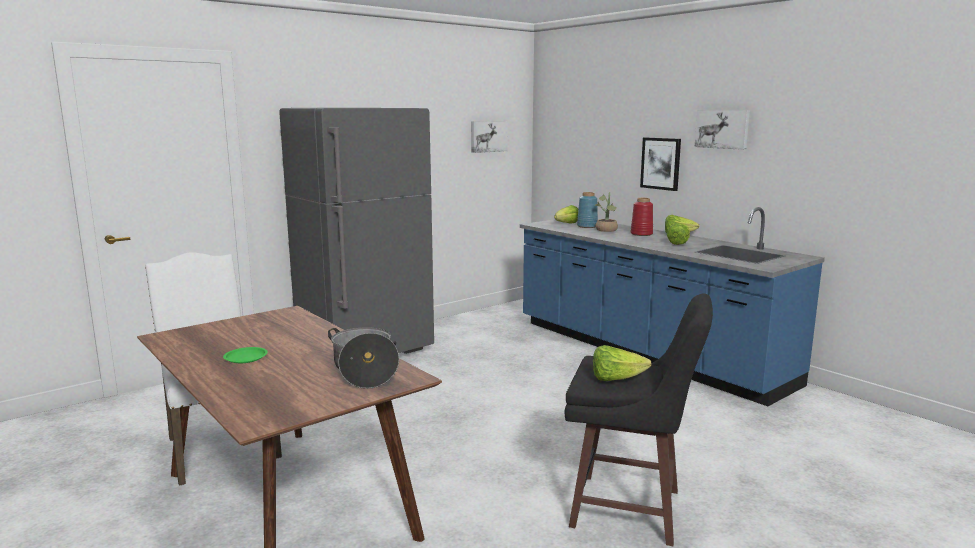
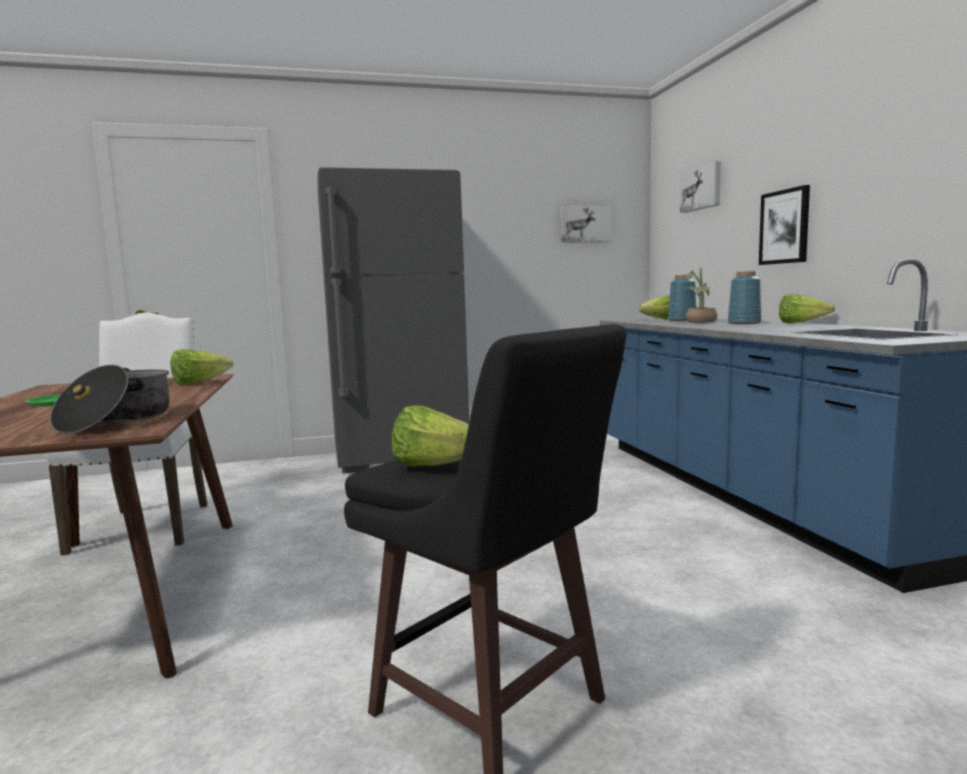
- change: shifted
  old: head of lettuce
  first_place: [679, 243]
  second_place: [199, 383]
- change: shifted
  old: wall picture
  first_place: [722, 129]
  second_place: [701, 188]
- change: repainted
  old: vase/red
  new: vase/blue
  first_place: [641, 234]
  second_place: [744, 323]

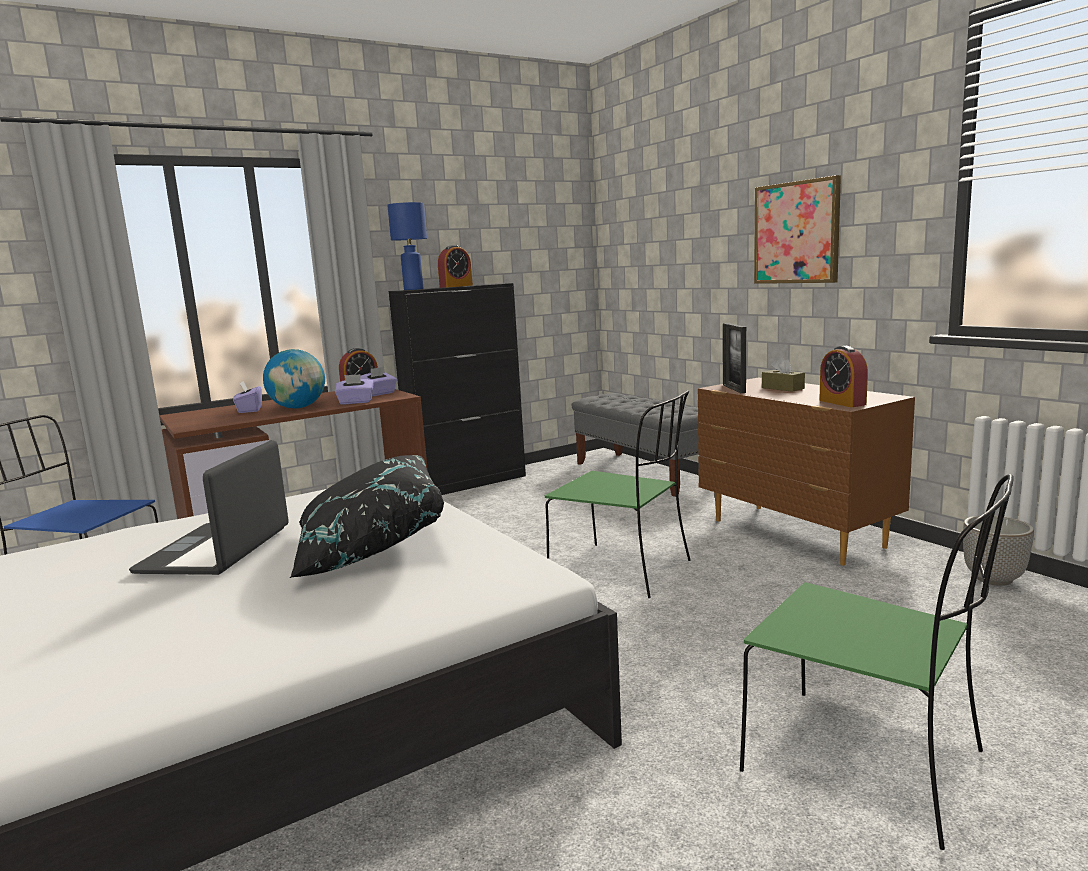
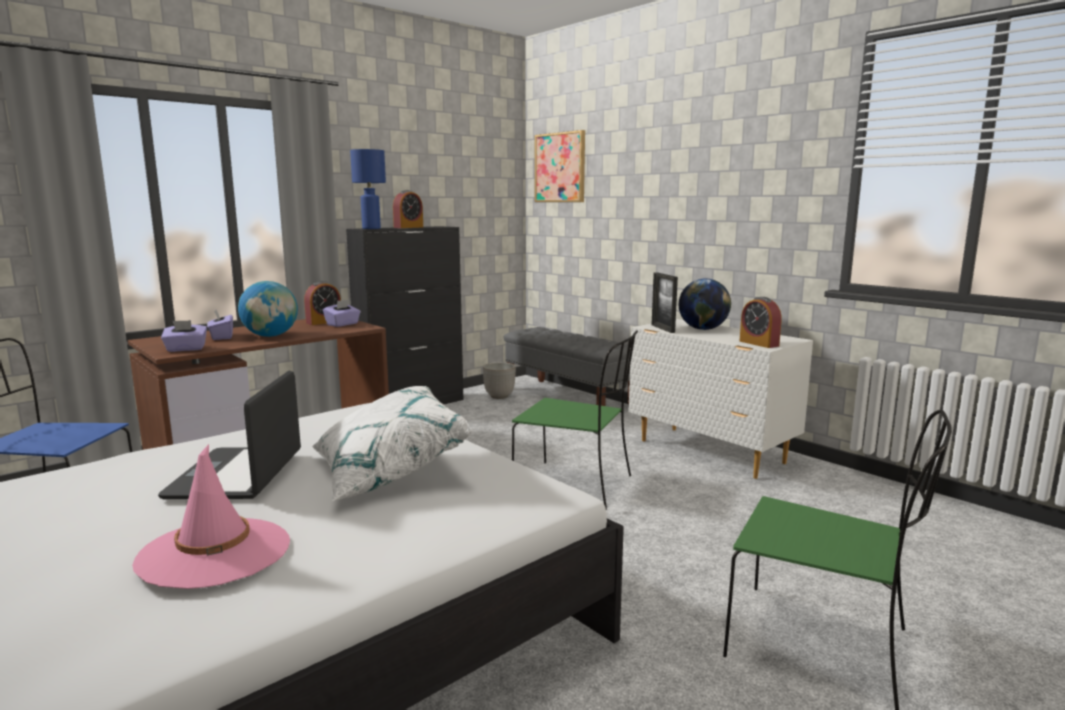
- change: new
  new: wearable hat/pink-coloured
  second_place: [215, 552]
- change: shifted
  old: tissue box/purple-coloured
  first_place: [356, 402]
  second_place: [186, 349]
- change: repainted
  old: throw pillow/black
  new: throw pillow/white
  first_place: [368, 548]
  second_place: [387, 471]
- change: shifted
  old: flower pot
  first_place: [994, 579]
  second_place: [499, 396]
- change: shifted
  old: wall picture
  first_place: [797, 233]
  second_place: [560, 167]
- change: repainted
  old: drawer chest/brown-coloured
  new: drawer chest/white
  first_place: [796, 534]
  second_place: [711, 452]
- change: swapped
  old: tissue box/brown-coloured
  new: globe
  first_place: [782, 388]
  second_place: [703, 329]

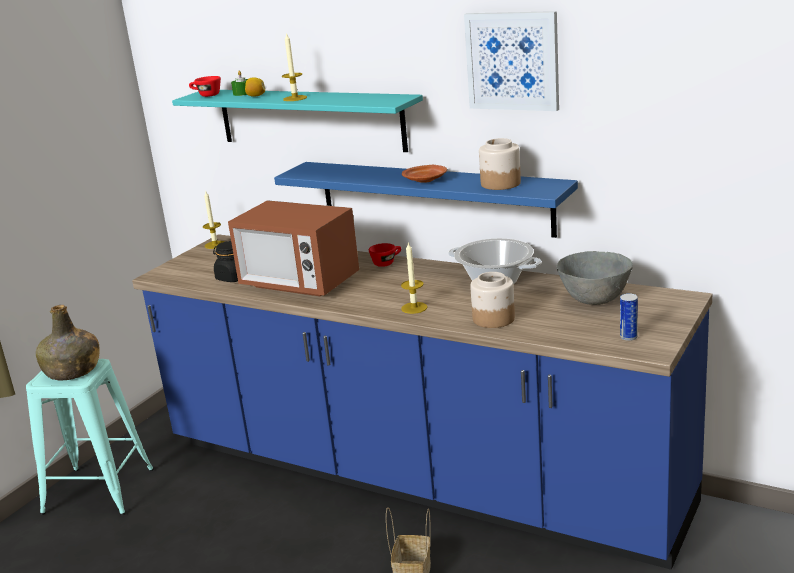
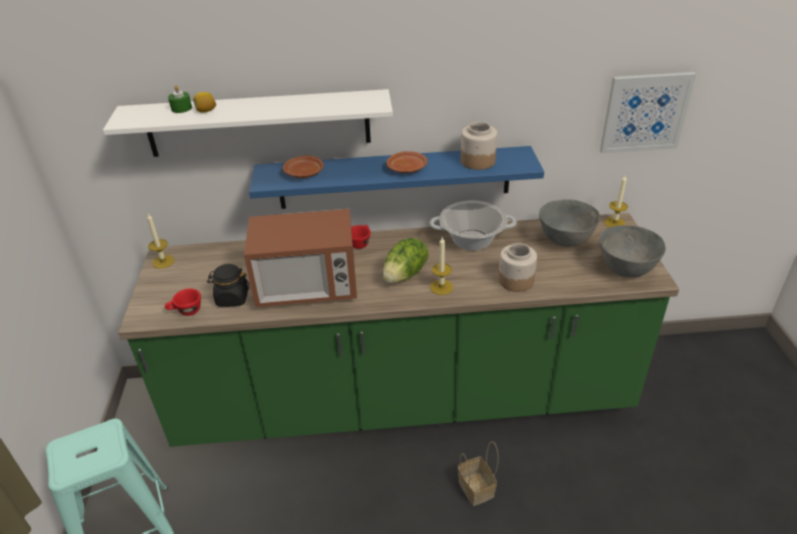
- change: repainted
  old: wall shelf/turquoise-coloured
  new: wall shelf/white
  first_place: [309, 119]
  second_place: [258, 123]
- change: repainted
  old: kitchen base unit/blue
  new: kitchen base unit/green-coloured
  first_place: [415, 477]
  second_place: [403, 401]
- change: shifted
  old: small cup/red
  first_place: [206, 95]
  second_place: [186, 311]
- change: new
  new: dinner plate/brown-coloured
  second_place: [304, 173]
- change: new
  new: head of lettuce
  second_place: [406, 274]
- change: swapped
  old: can
  new: serving bowl/grey
  first_place: [628, 337]
  second_place: [626, 270]
- change: shifted
  old: wall picture
  first_place: [512, 61]
  second_place: [644, 112]
- change: shifted
  old: wax light
  first_place: [295, 98]
  second_place: [614, 223]
- change: gone
  old: bottle/green-coloured
  first_place: [73, 371]

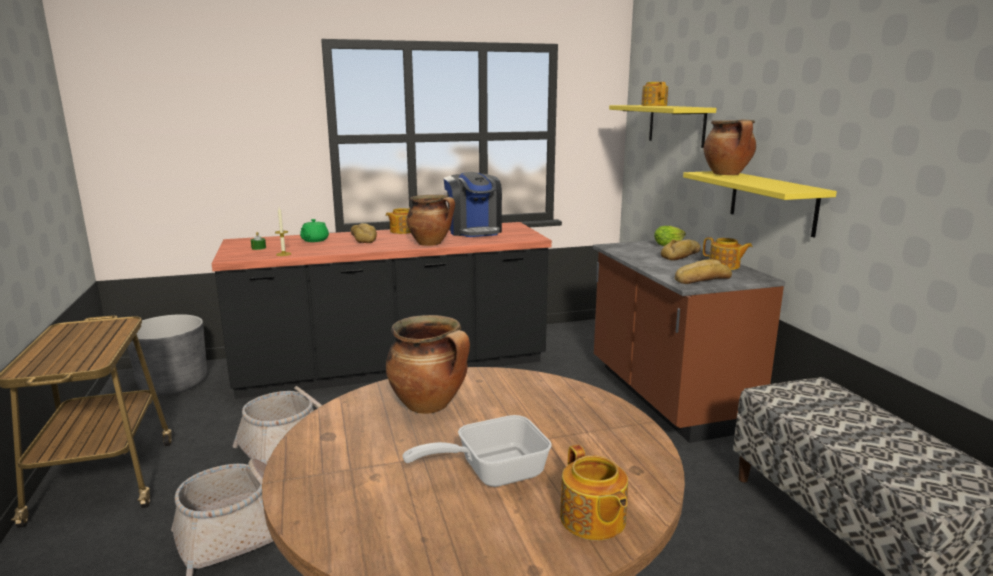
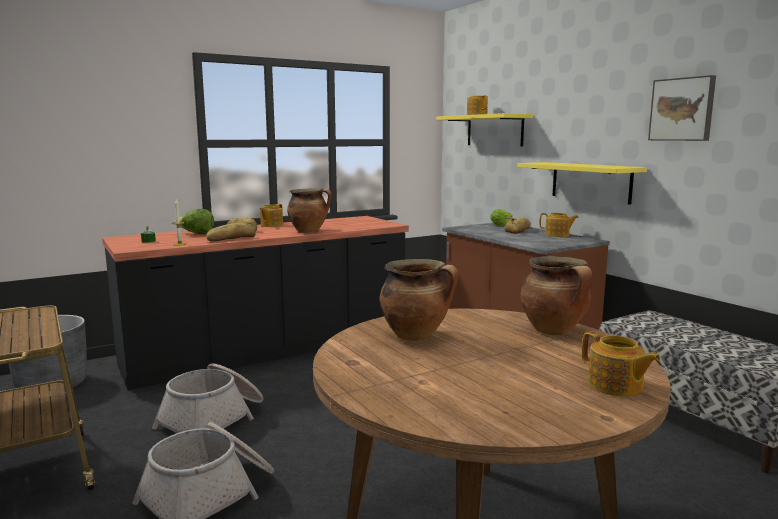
- change: swapped
  old: tea pot/green-coloured
  new: head of lettuce
  first_place: [314, 240]
  second_place: [197, 234]
- change: shifted
  old: bakery bread
  first_place: [701, 279]
  second_place: [230, 239]
- change: shifted
  old: saucepot
  first_place: [727, 174]
  second_place: [554, 331]
- change: new
  new: wall picture
  second_place: [682, 109]
- change: gone
  old: skillet
  first_place: [491, 472]
- change: gone
  old: coffee maker
  first_place: [474, 231]

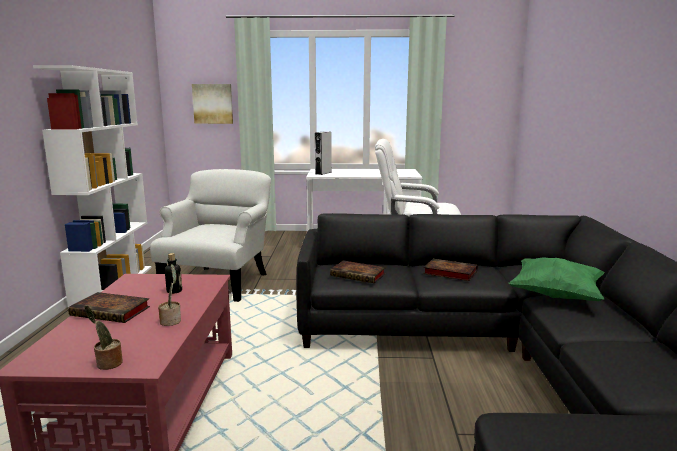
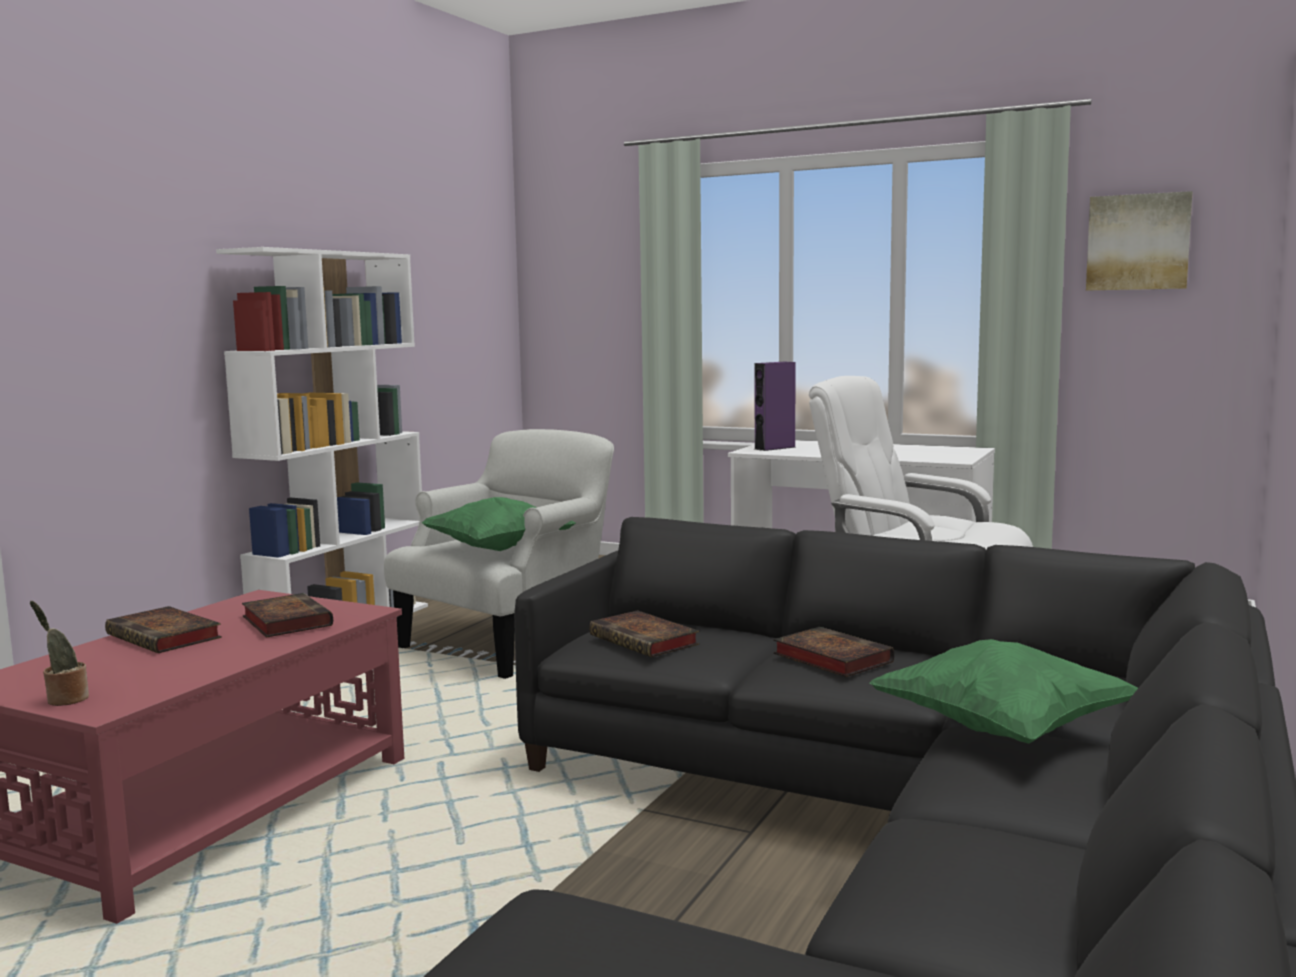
- change: swapped
  old: bottle
  new: book
  first_place: [174, 291]
  second_place: [285, 621]
- change: new
  new: throw pillow/green-coloured
  second_place: [498, 549]
- change: repainted
  old: audio speaker/grey
  new: audio speaker/purple-coloured
  first_place: [323, 173]
  second_place: [774, 448]
- change: shifted
  old: wall picture
  first_place: [213, 103]
  second_place: [1138, 242]
- change: gone
  old: houseplant
  first_place: [171, 321]

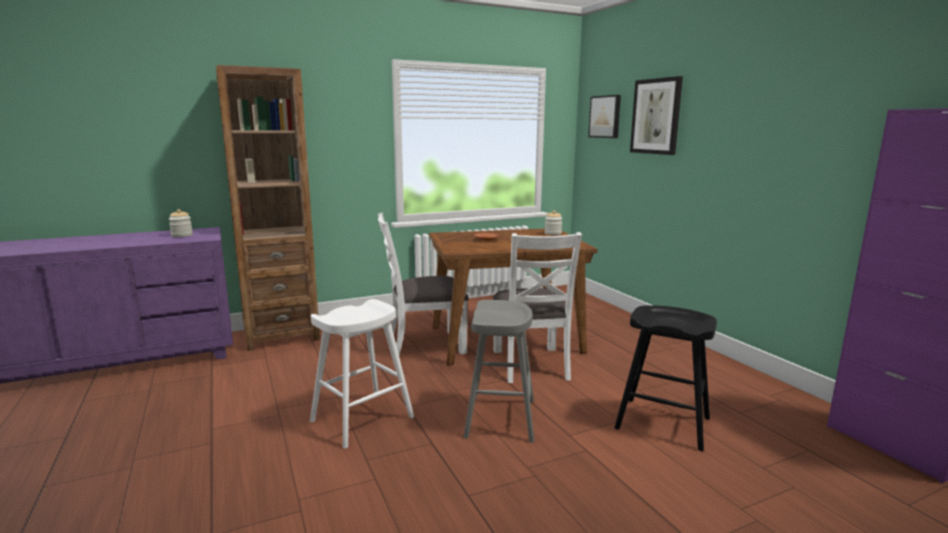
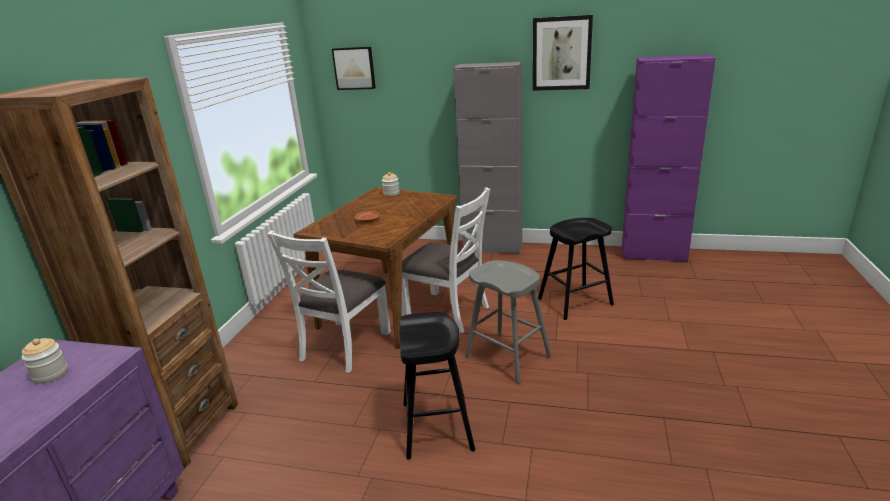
- change: repainted
  old: stool seat/white
  new: stool seat/black
  first_place: [362, 419]
  second_place: [437, 426]
- change: new
  new: cupboard/grey
  second_place: [492, 247]
- change: shifted
  old: wall picture
  first_place: [656, 116]
  second_place: [561, 53]

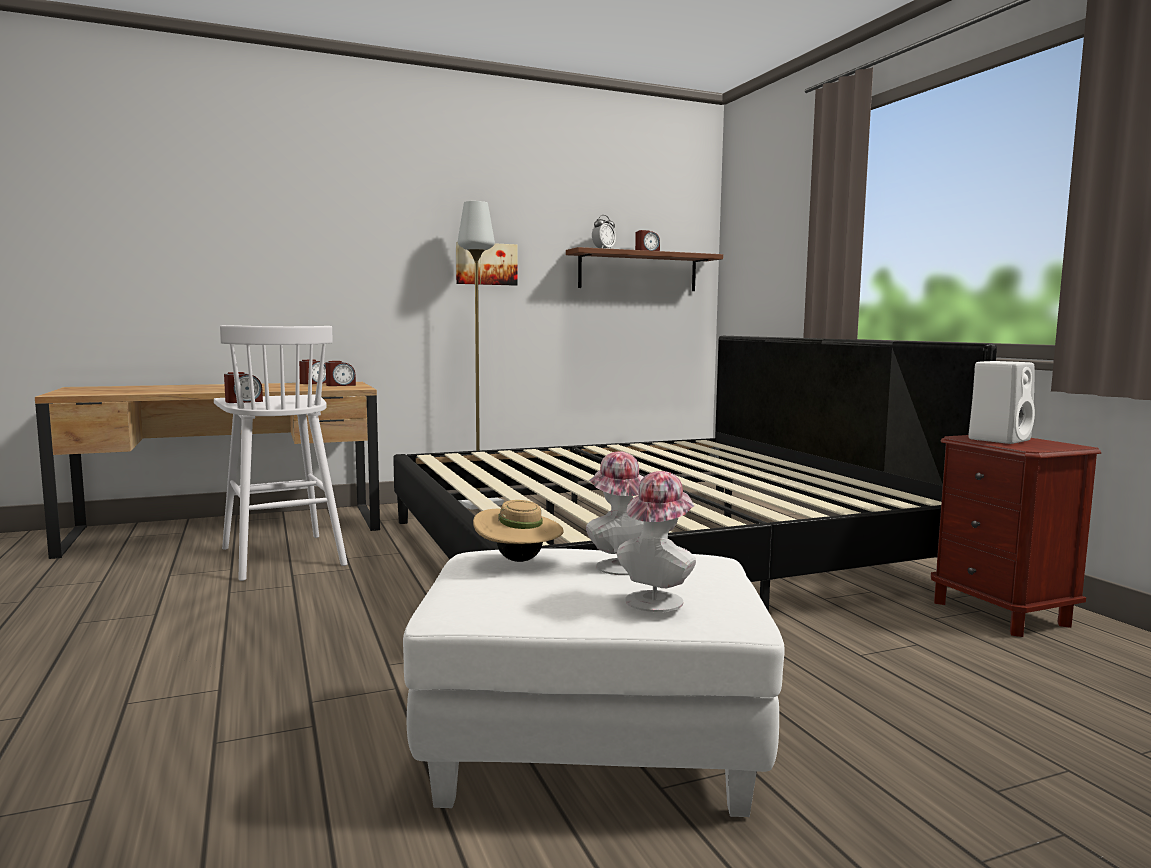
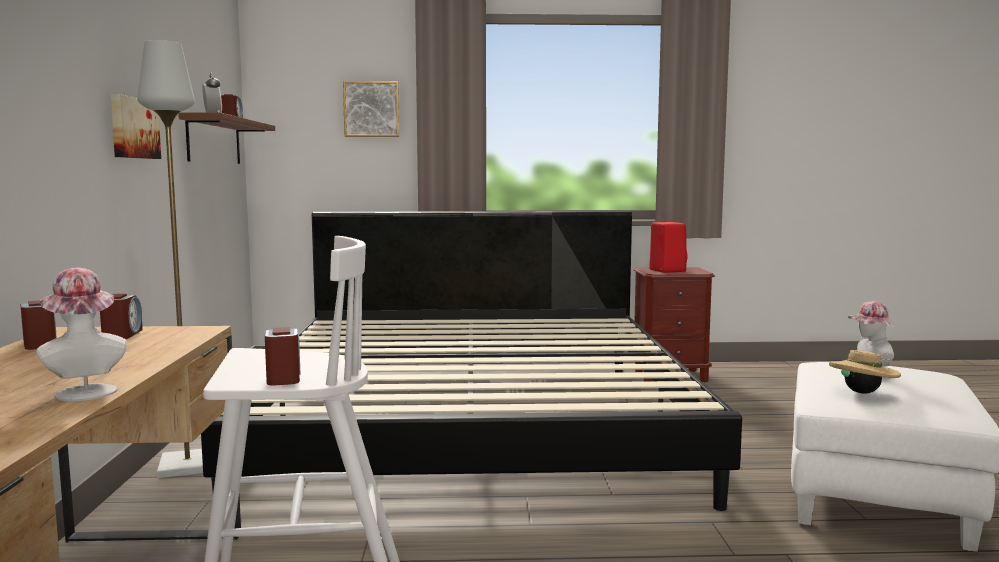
- change: shifted
  old: wearable hat
  first_place: [657, 599]
  second_place: [84, 391]
- change: new
  new: wall picture
  second_place: [371, 109]
- change: repainted
  old: audio speaker/white
  new: audio speaker/red
  first_place: [999, 439]
  second_place: [666, 270]

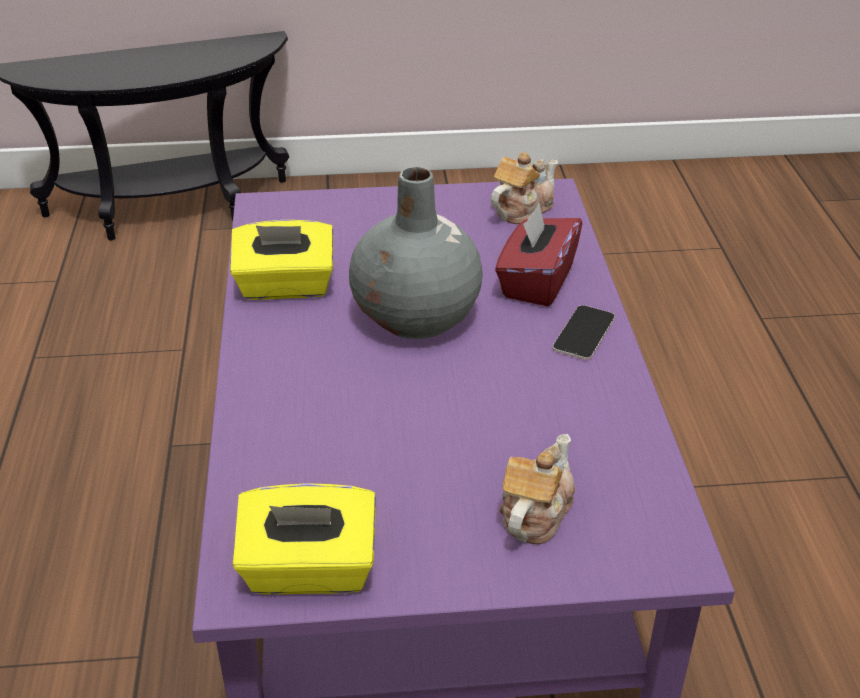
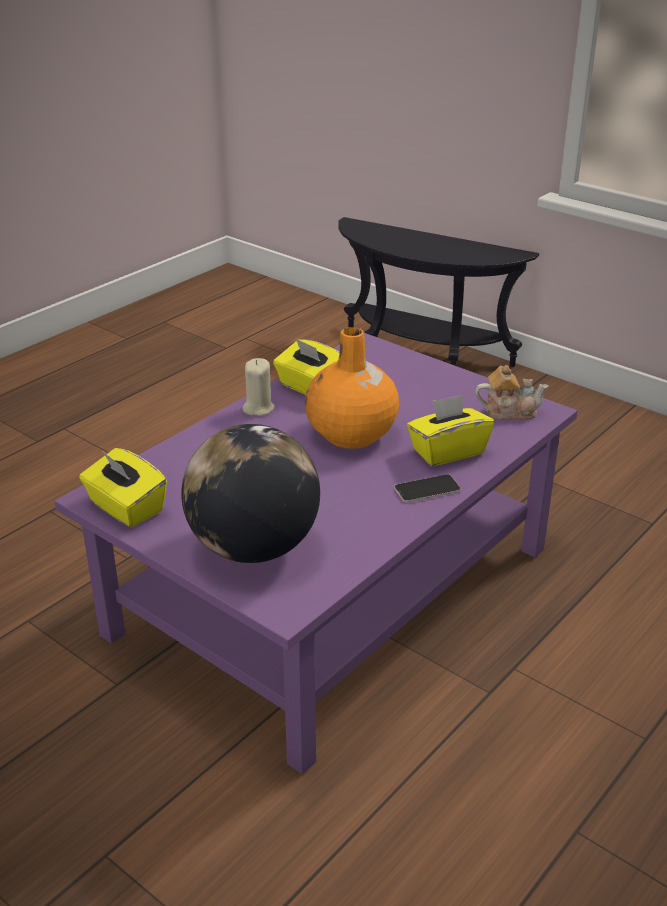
- change: swapped
  old: tea pot
  new: globe
  first_place: [534, 513]
  second_place: [254, 548]
- change: new
  new: wax light/beige
  second_place: [258, 408]
- change: repainted
  old: vase/grey
  new: vase/orange
  first_place: [417, 317]
  second_place: [351, 434]
- change: repainted
  old: tissue box/red
  new: tissue box/yellowish
  first_place: [536, 282]
  second_place: [447, 451]

